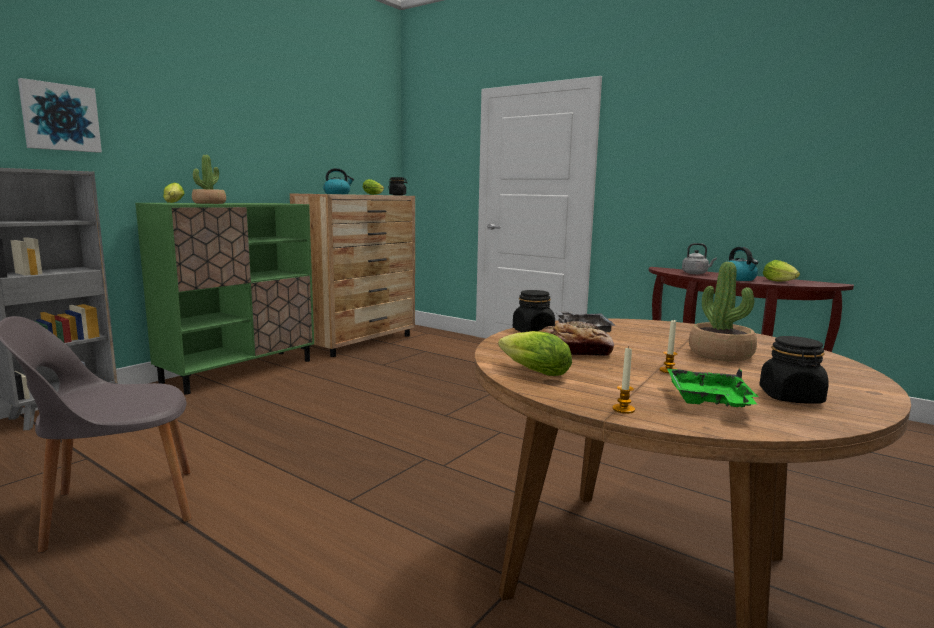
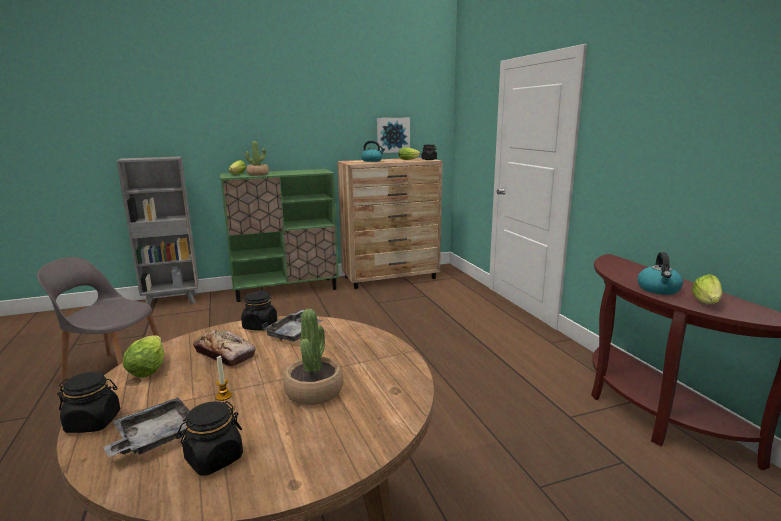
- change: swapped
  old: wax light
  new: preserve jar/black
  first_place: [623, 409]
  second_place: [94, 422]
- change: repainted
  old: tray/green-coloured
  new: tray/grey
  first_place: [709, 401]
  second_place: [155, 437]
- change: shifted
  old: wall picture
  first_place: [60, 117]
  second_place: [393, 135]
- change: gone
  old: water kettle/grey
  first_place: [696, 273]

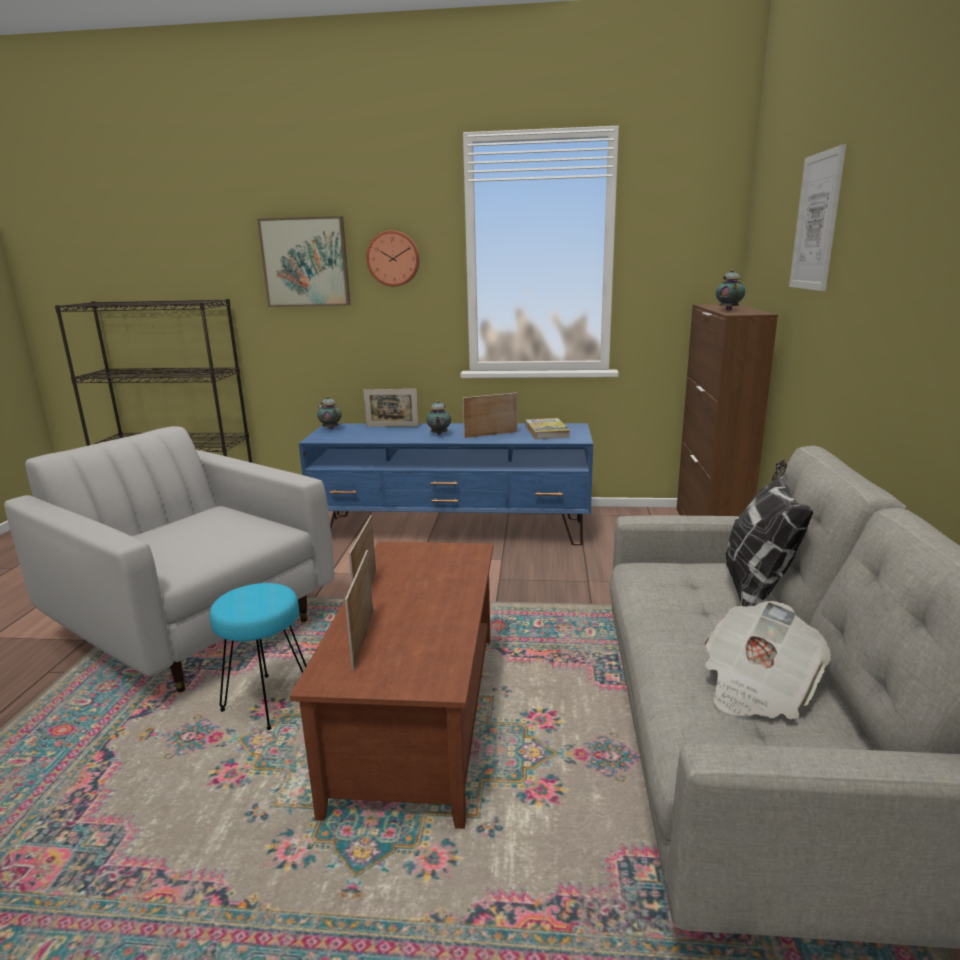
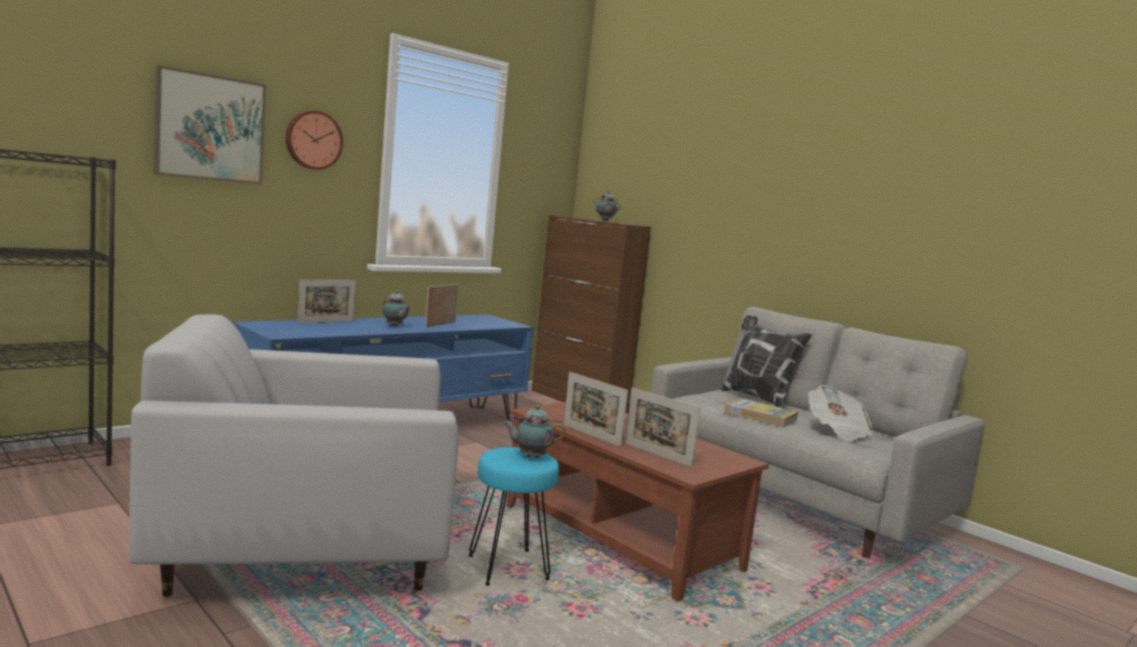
- change: shifted
  old: tea pot
  first_place: [330, 428]
  second_place: [530, 457]
- change: shifted
  old: book
  first_place: [546, 431]
  second_place: [760, 416]
- change: gone
  old: wall picture
  first_place: [816, 222]

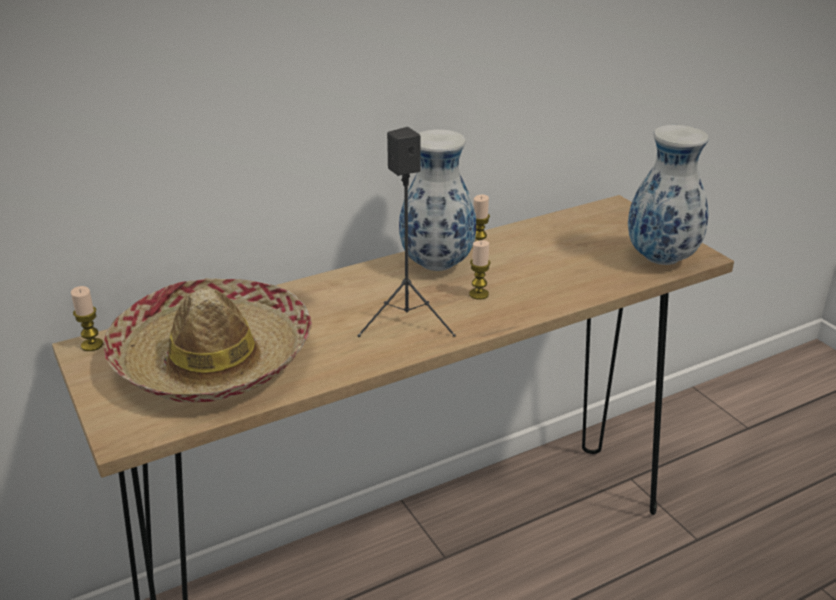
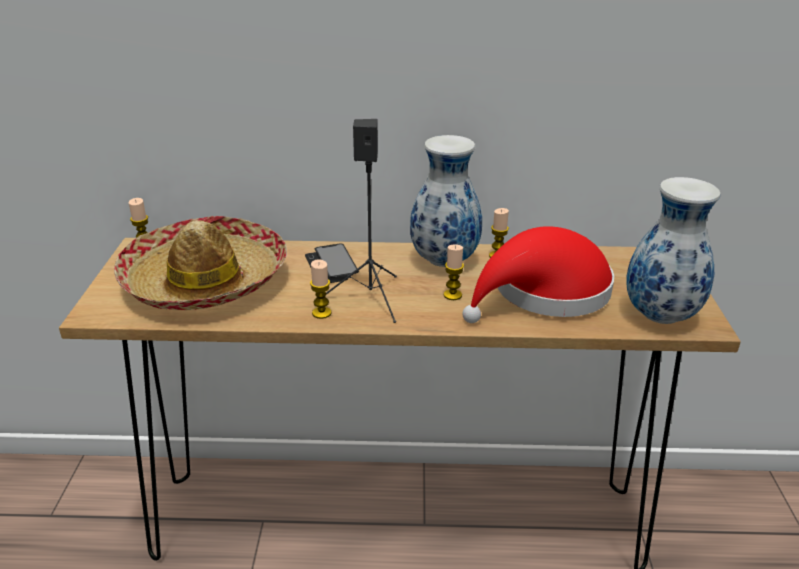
- change: new
  new: telephone
  second_place: [331, 266]
- change: new
  new: wax light
  second_place: [321, 313]
- change: new
  new: wearable hat/red
  second_place: [544, 293]

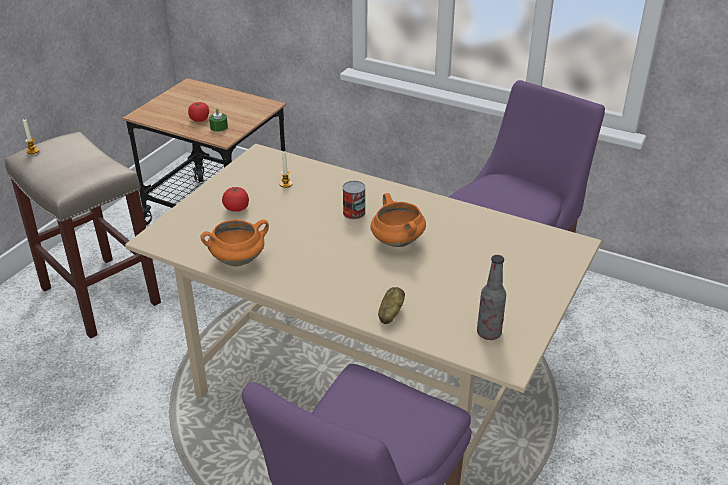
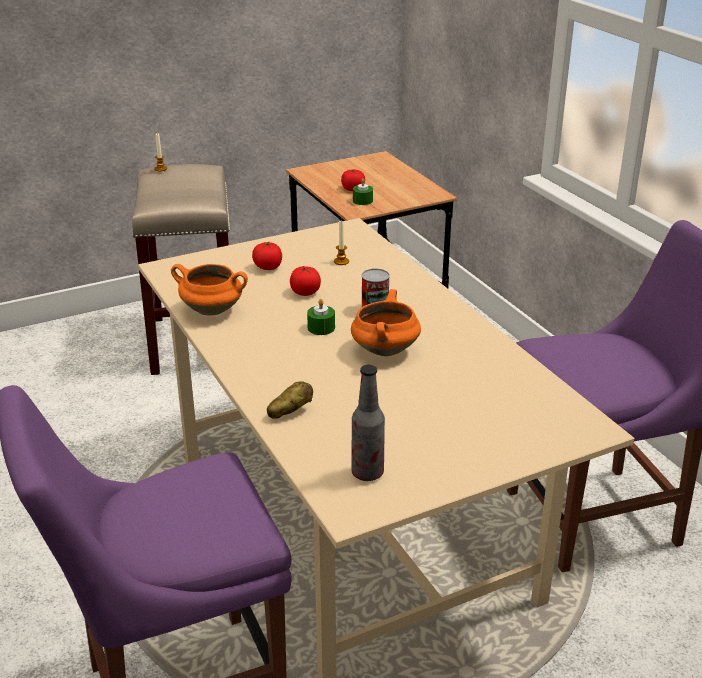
- change: new
  new: fresh tomato
  second_place: [305, 292]
- change: new
  new: wax light/green-coloured
  second_place: [321, 328]

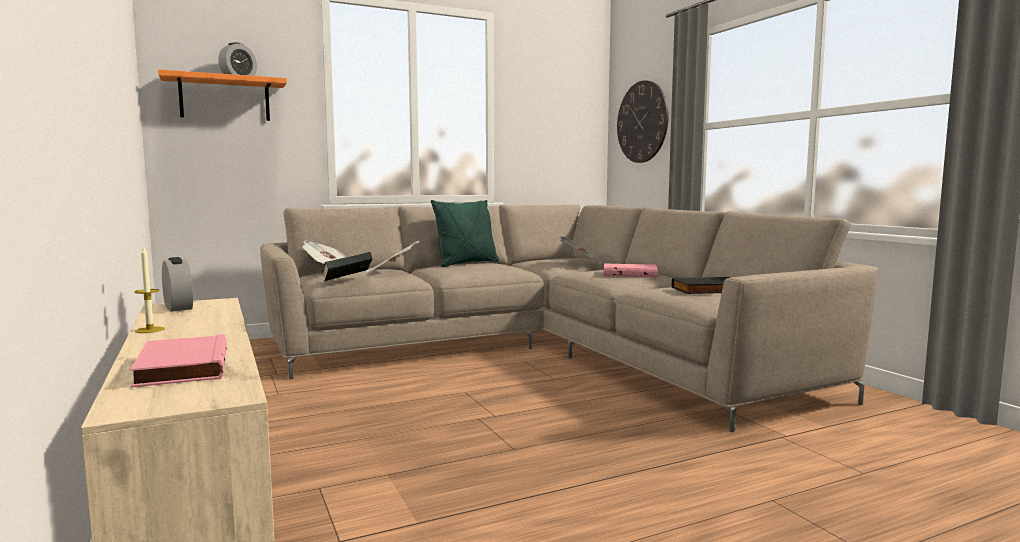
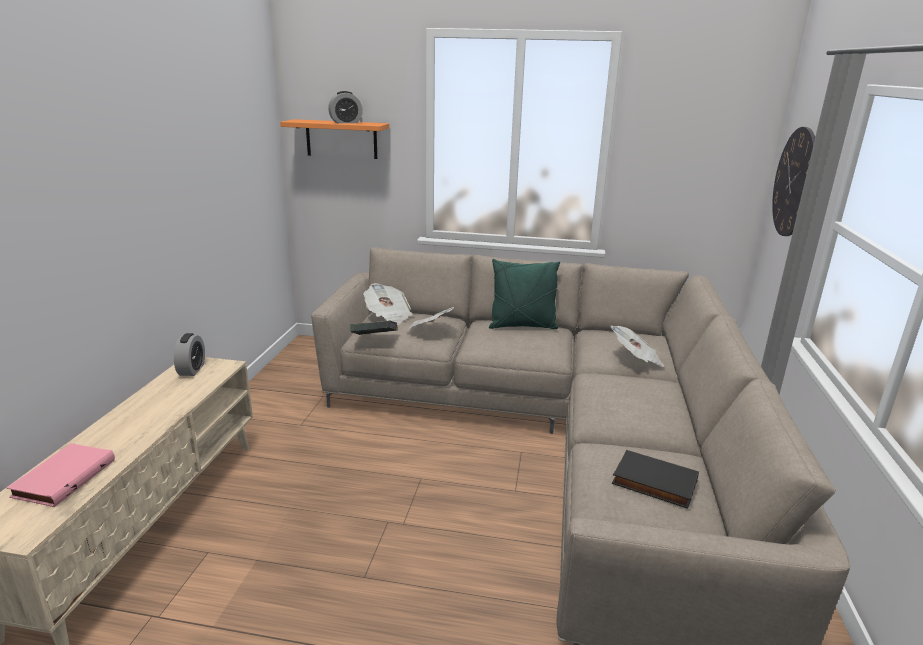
- change: gone
  old: wax light
  first_place: [150, 330]
- change: gone
  old: book/pink-coloured
  first_place: [630, 274]

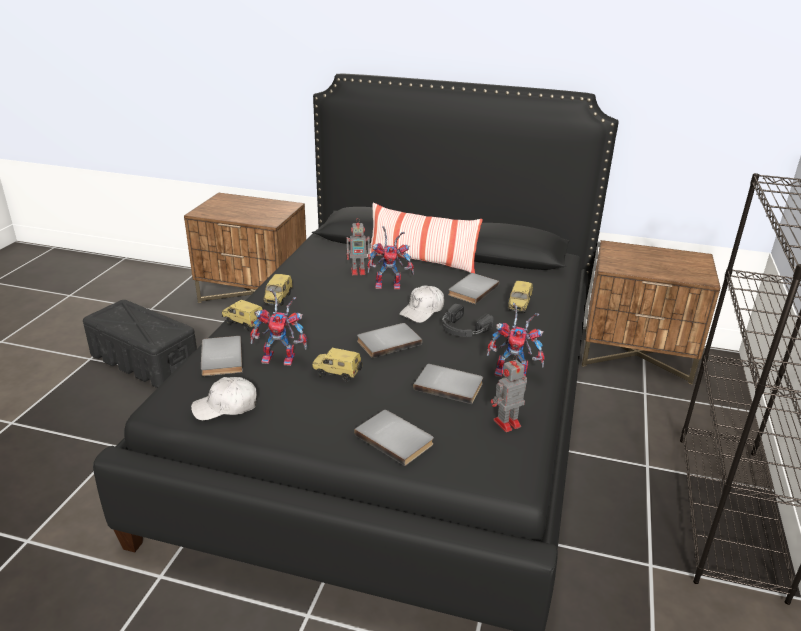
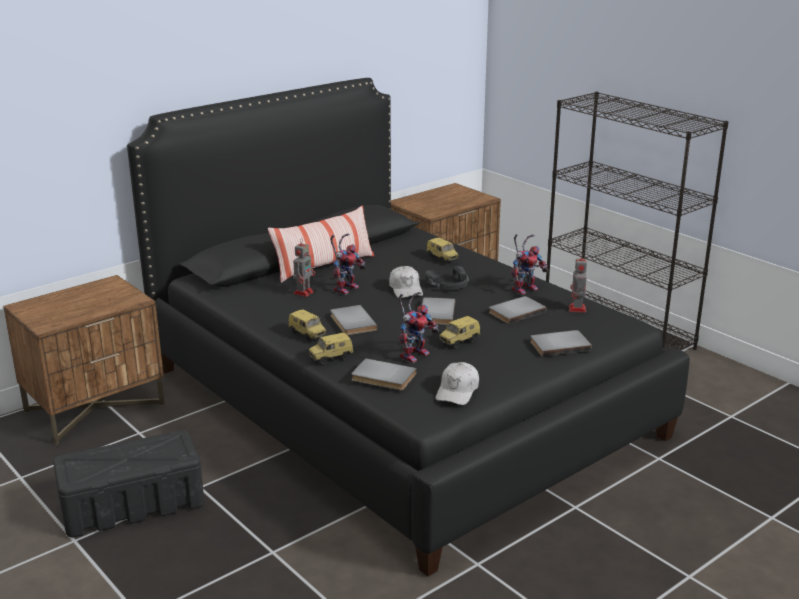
- change: shifted
  old: book/grey
  first_place: [471, 290]
  second_place: [351, 322]

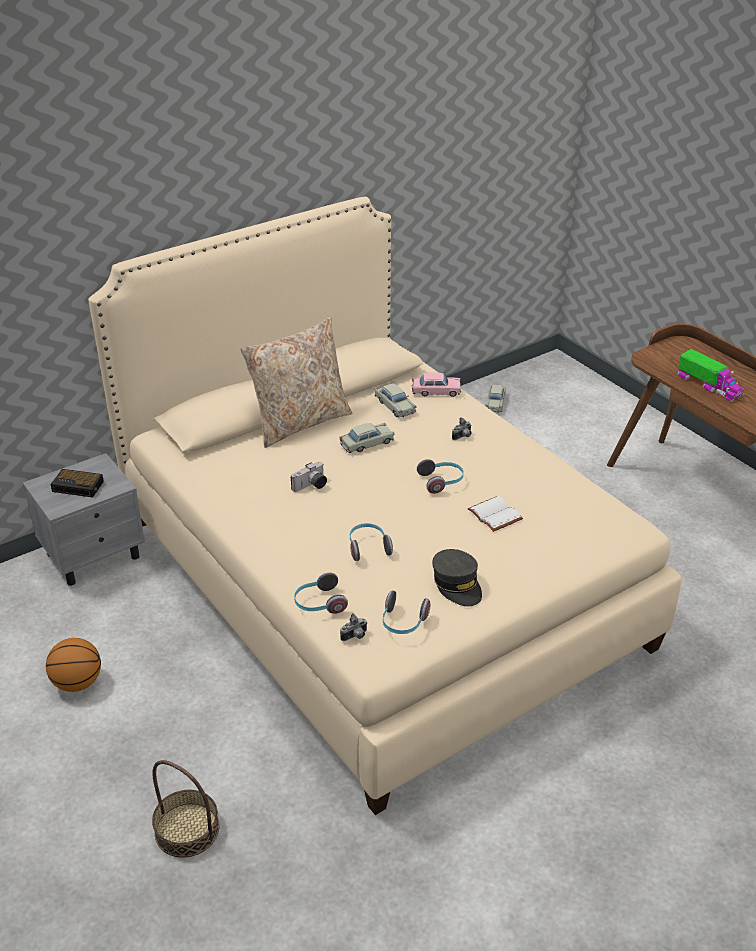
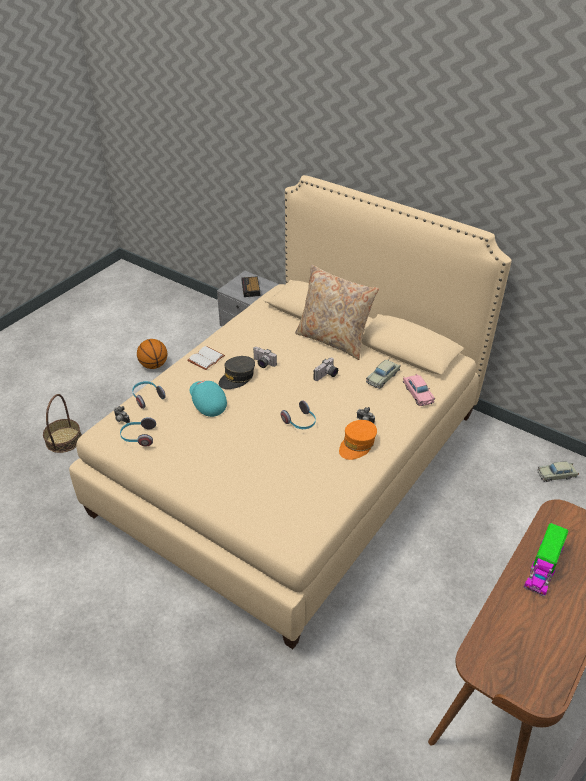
- change: shifted
  old: book/white
  first_place: [493, 515]
  second_place: [206, 358]
- change: swapped
  old: headphones
  new: cap/turquoise-coloured
  first_place: [368, 547]
  second_place: [207, 404]
- change: shifted
  old: cap/grey
  first_place: [457, 584]
  second_place: [237, 377]
- change: swapped
  old: miniature car/beige
  new: photo camera
  first_place: [367, 443]
  second_place: [326, 375]
- change: new
  new: cap/orange
  second_place: [357, 444]

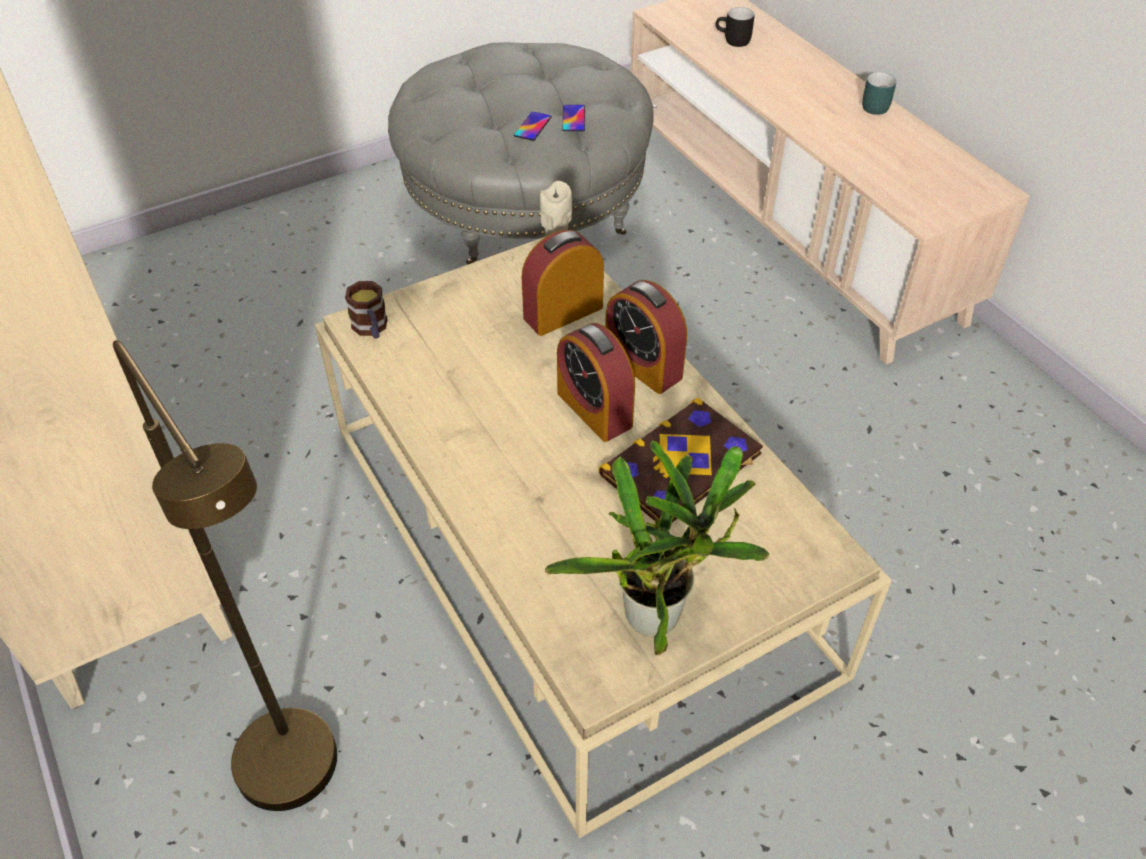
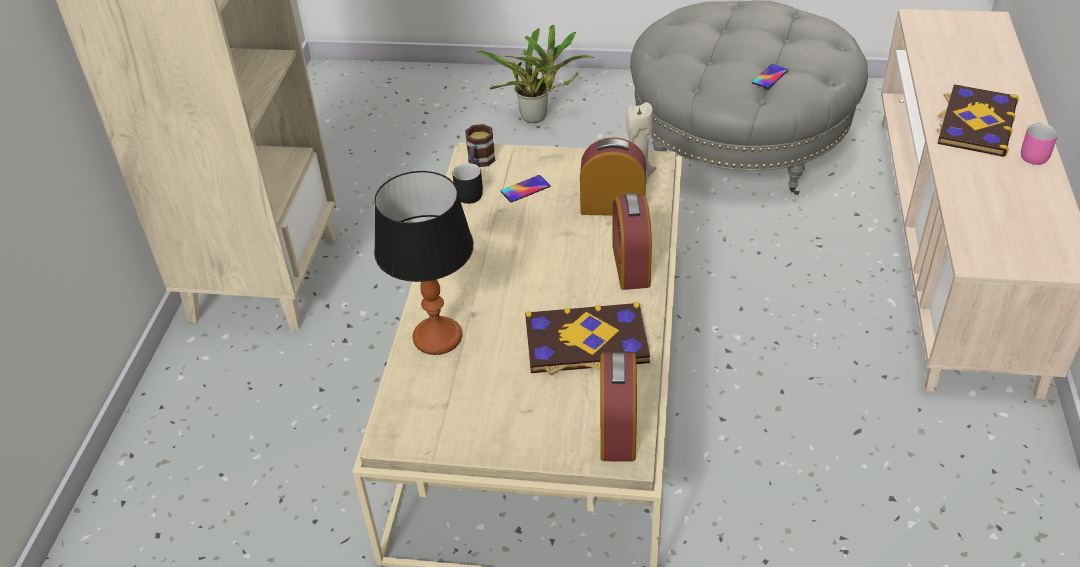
- change: new
  new: lamp for a table
  second_place: [437, 337]
- change: shifted
  old: coffee mug/black
  first_place: [732, 41]
  second_place: [465, 194]
- change: shifted
  old: houseplant
  first_place: [660, 614]
  second_place: [538, 117]
- change: shifted
  old: telephone
  first_place: [532, 126]
  second_place: [525, 189]
- change: shifted
  old: bedside clock
  first_place: [594, 409]
  second_place: [617, 429]
- change: new
  new: book
  second_place: [975, 123]
- change: repainted
  old: coffee mug/turquoise-coloured
  new: coffee mug/pink-coloured
  first_place: [871, 105]
  second_place: [1033, 154]
- change: gone
  old: standard lamp/brown-coloured
  first_place: [303, 782]

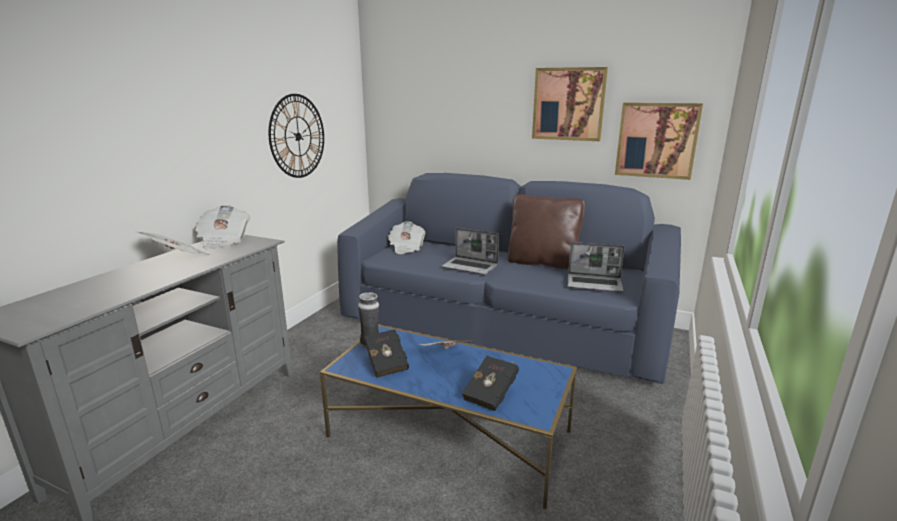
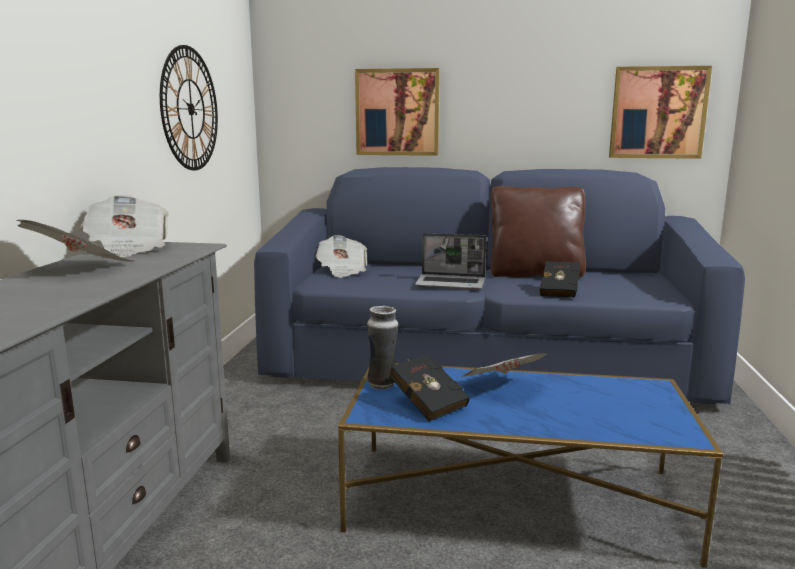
- change: shifted
  old: wall picture
  first_place: [568, 104]
  second_place: [397, 112]
- change: shifted
  old: book/black
  first_place: [492, 394]
  second_place: [560, 291]
- change: gone
  old: portable computer
  first_place: [595, 284]

